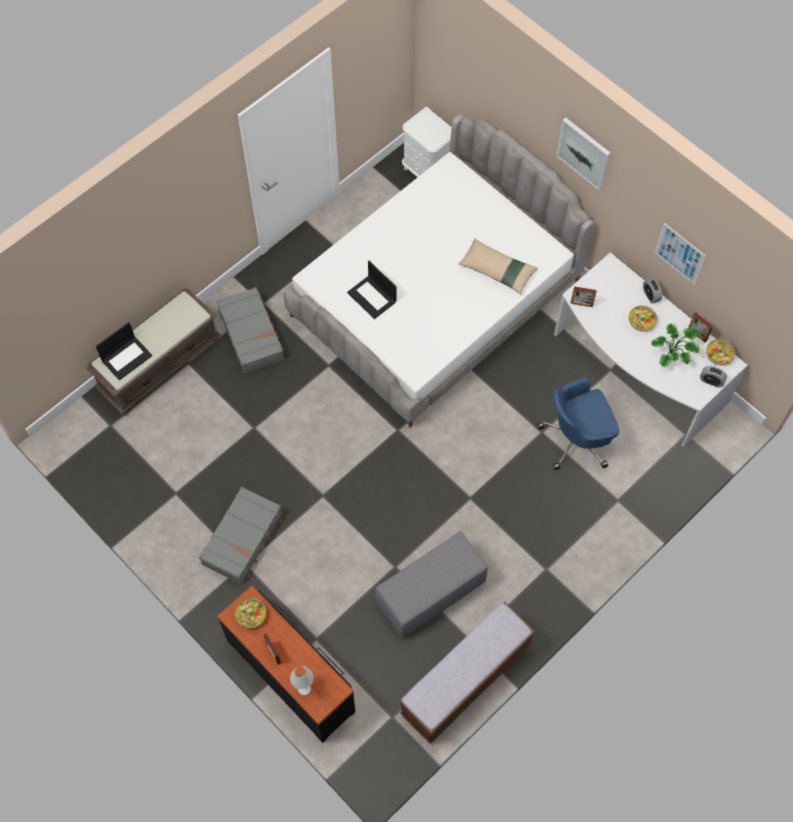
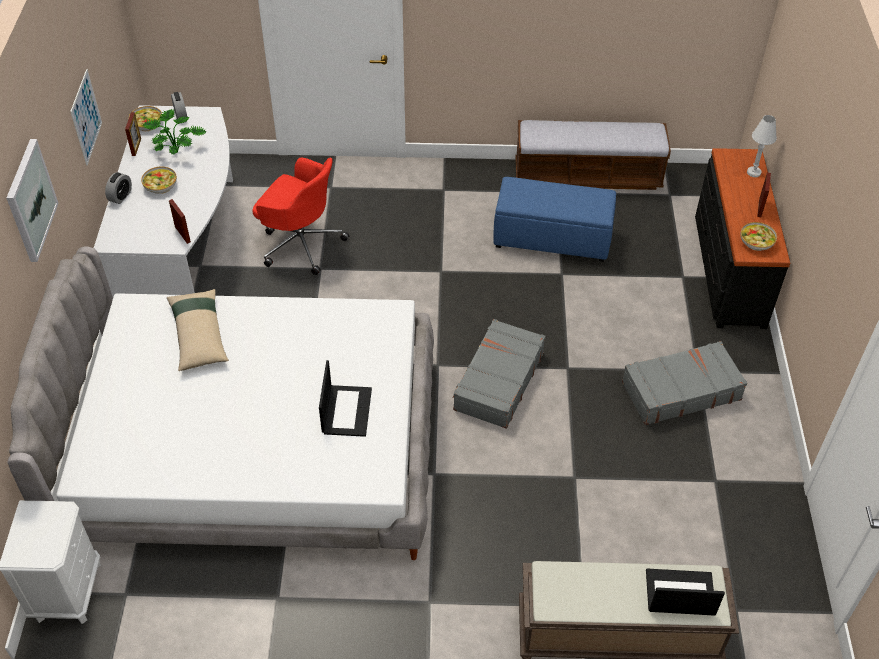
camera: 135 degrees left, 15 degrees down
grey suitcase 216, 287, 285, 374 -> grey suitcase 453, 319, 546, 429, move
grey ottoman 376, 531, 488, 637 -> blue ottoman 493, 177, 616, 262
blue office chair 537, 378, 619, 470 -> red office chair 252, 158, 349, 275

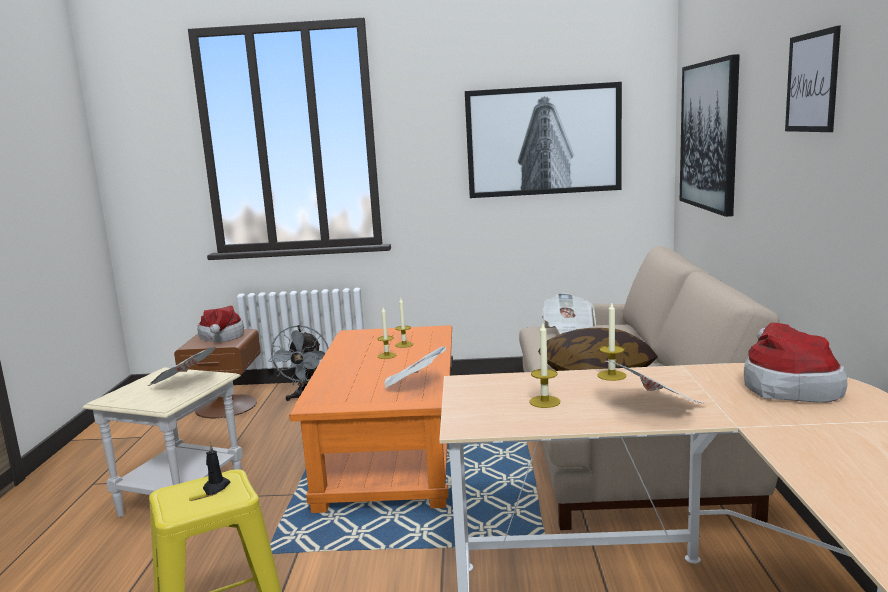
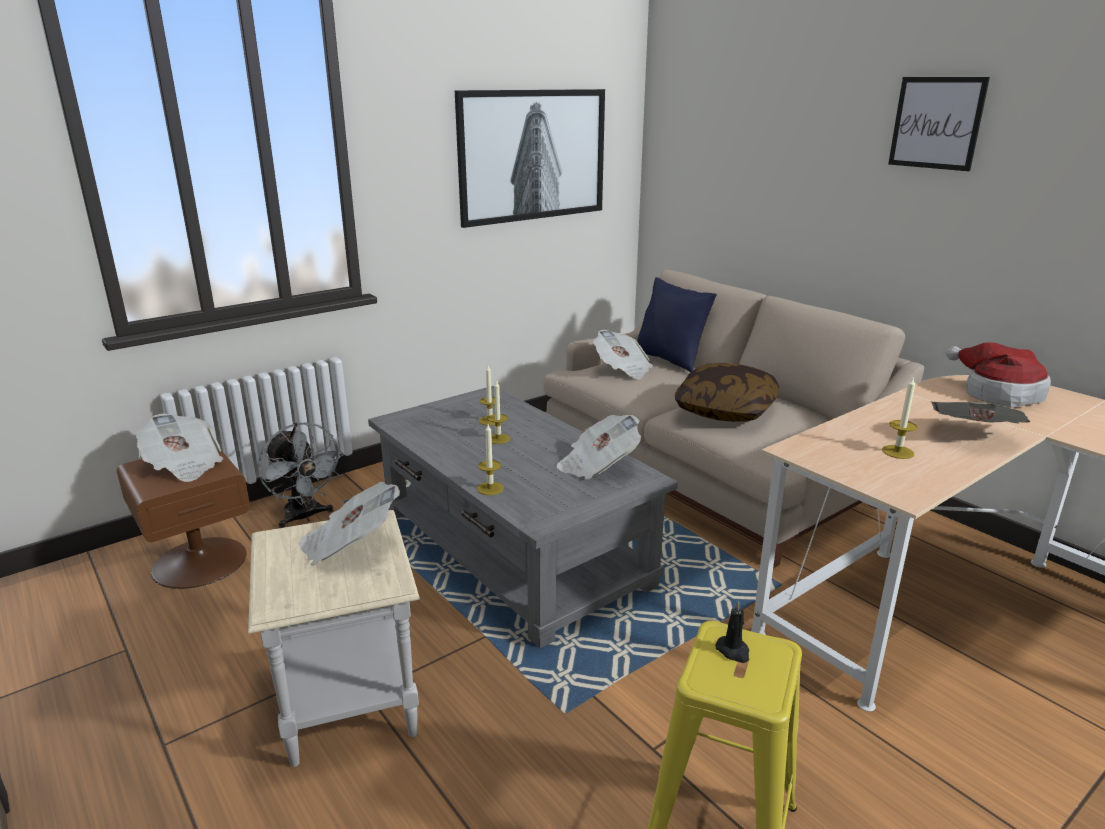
camera: 40 degrees left, 10 degrees up
hat 197, 306, 244, 342 -> newspaper 135, 413, 223, 482
orange coffee table 289, 325, 453, 513 -> grey coffee table 368, 386, 678, 648
candle 597, 303, 626, 381 -> candle 477, 424, 504, 495, move
picture 680, 54, 740, 217 -> none
none -> blue pillow 637, 277, 717, 372

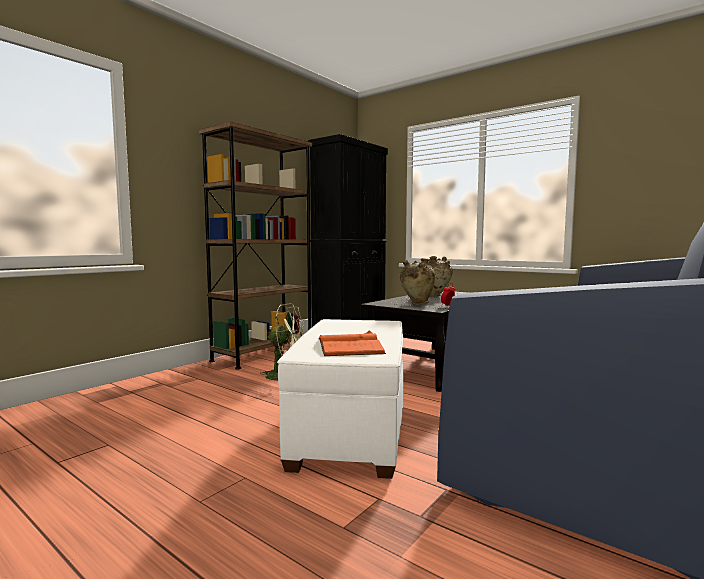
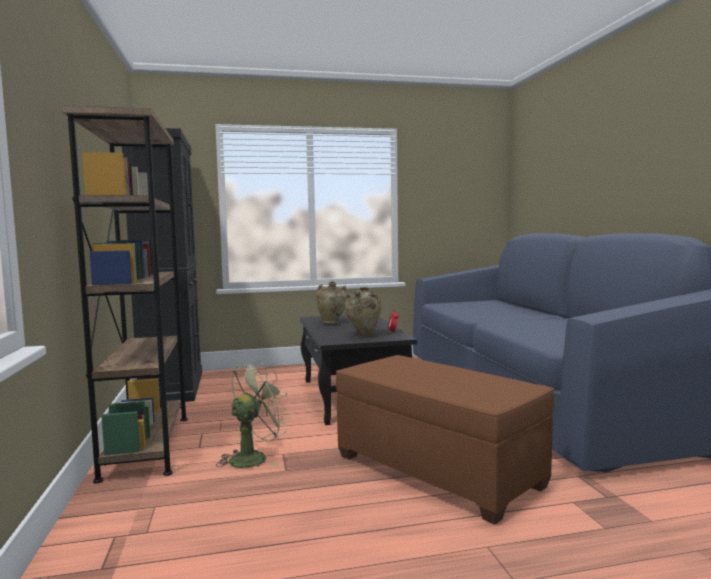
camera: 50 degrees left, 0 degrees up
white ottoman 277, 319, 403, 479 -> brown ottoman 336, 355, 554, 525
orange book 319, 330, 386, 356 -> none

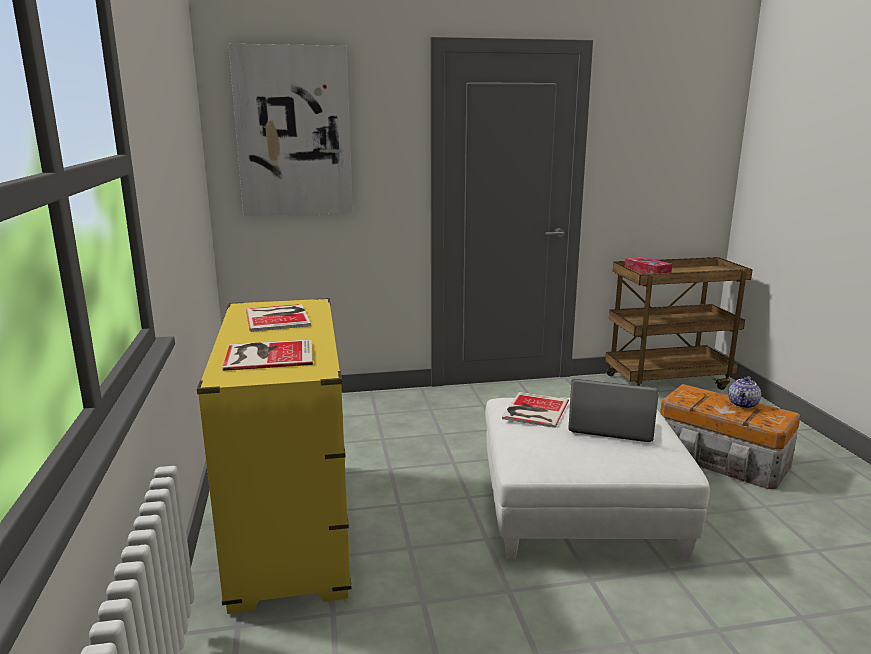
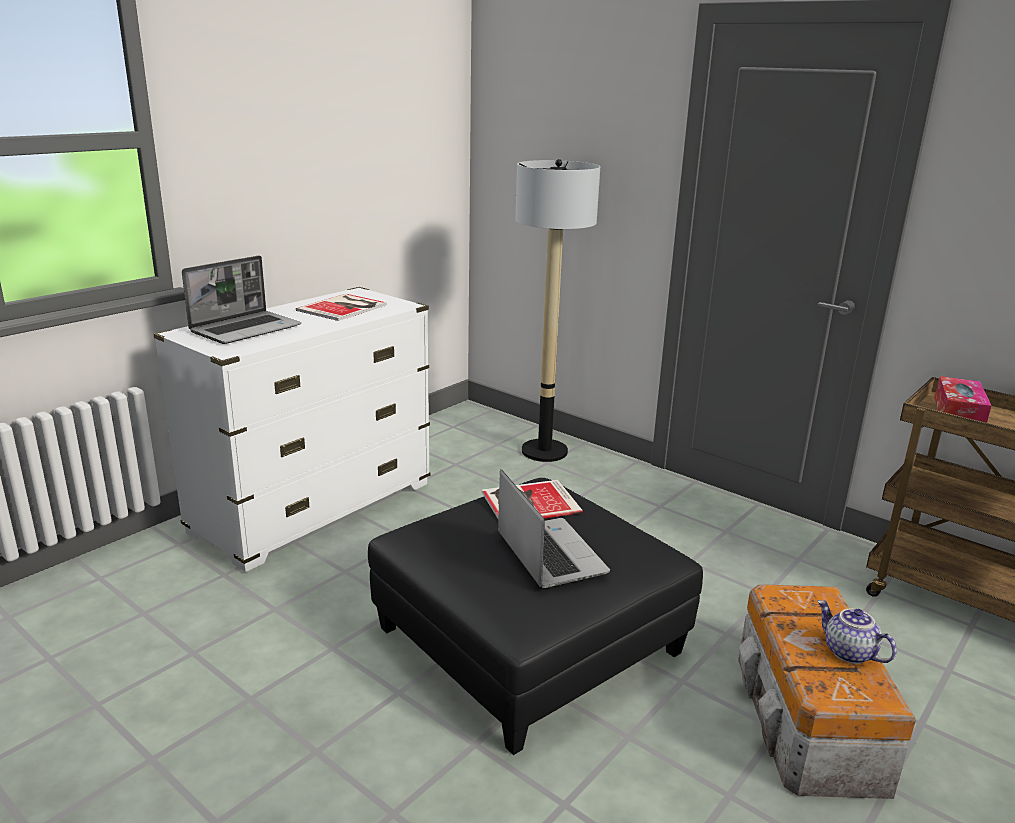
camera: 50 degrees right, 5 degrees up
yellow dresser 197, 298, 352, 614 -> white dresser 154, 287, 430, 572
book 223, 339, 313, 371 -> laptop 182, 256, 301, 344
picture 228, 44, 353, 216 -> none
white ottoman 485, 398, 710, 560 -> black ottoman 368, 478, 703, 755
teapot 728, 376, 761, 409 -> teapot 818, 600, 897, 664, 60 degrees clockwise
none -> floor lamp 515, 159, 600, 462

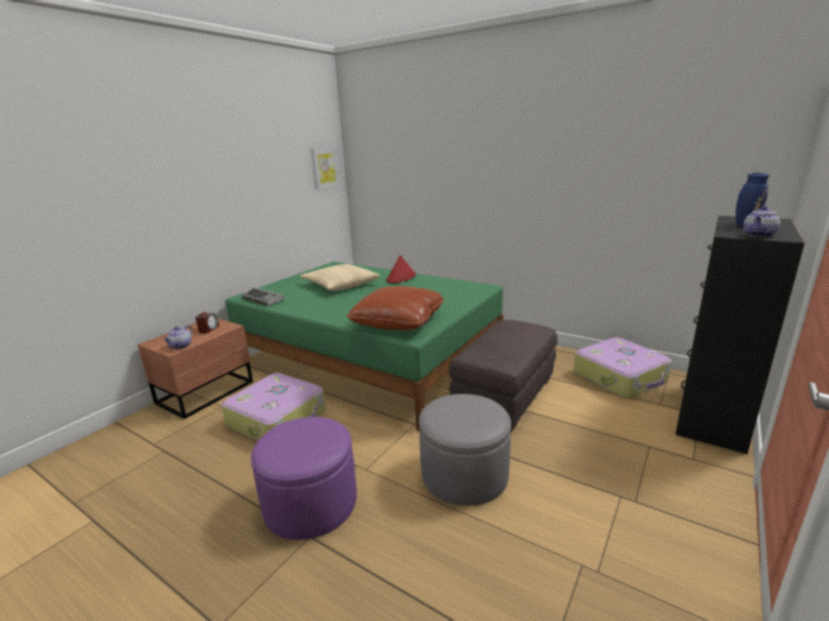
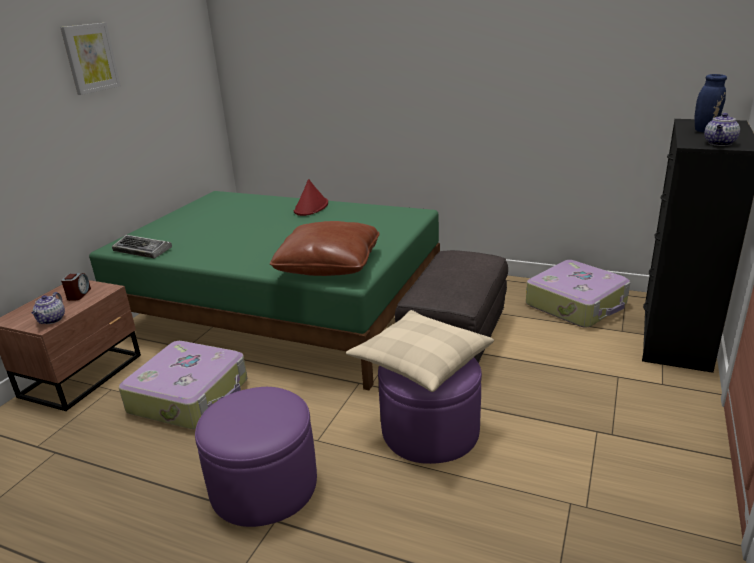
camera: 10 degrees left, 5 degrees up
beige pillow 300, 264, 380, 291 -> beige pillow 346, 310, 494, 392, move
picture 311, 147, 340, 190 -> picture 60, 23, 121, 95, move
grey ottoman 419, 394, 511, 505 -> purple ottoman 378, 358, 482, 464

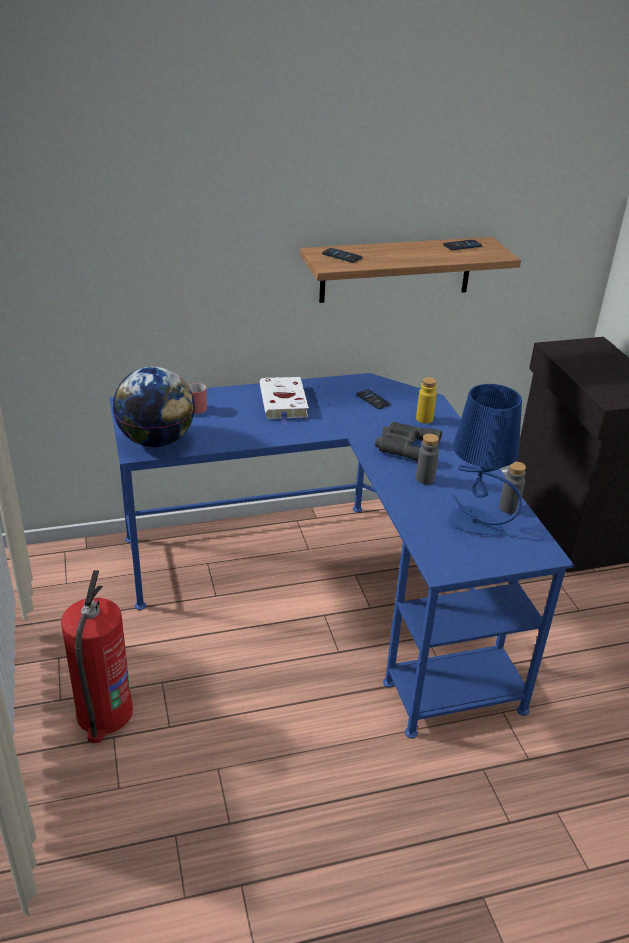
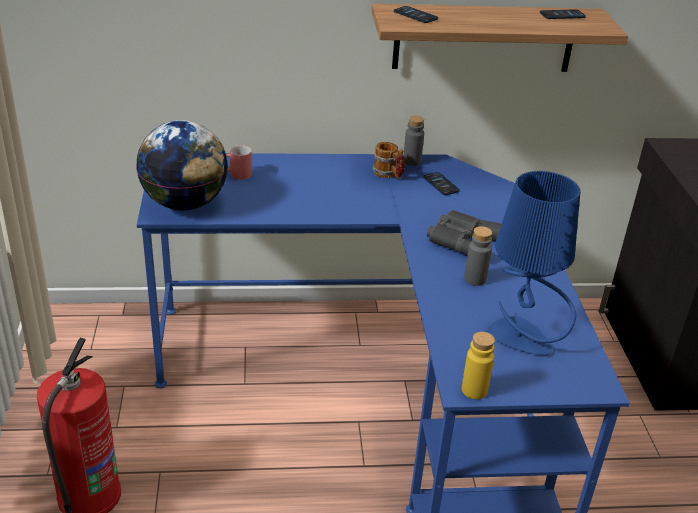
camera: 10 degrees right, 0 degrees up
white book 260, 377, 309, 426 -> none
yellow bottle 416, 377, 437, 423 -> yellow bottle 462, 332, 495, 399, move
grey bottle 499, 461, 526, 514 -> grey bottle 403, 116, 424, 166, move
none -> mug 373, 142, 405, 179

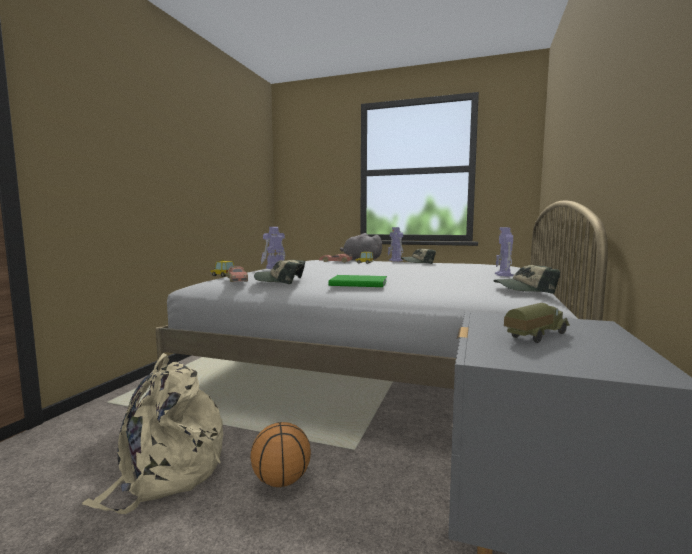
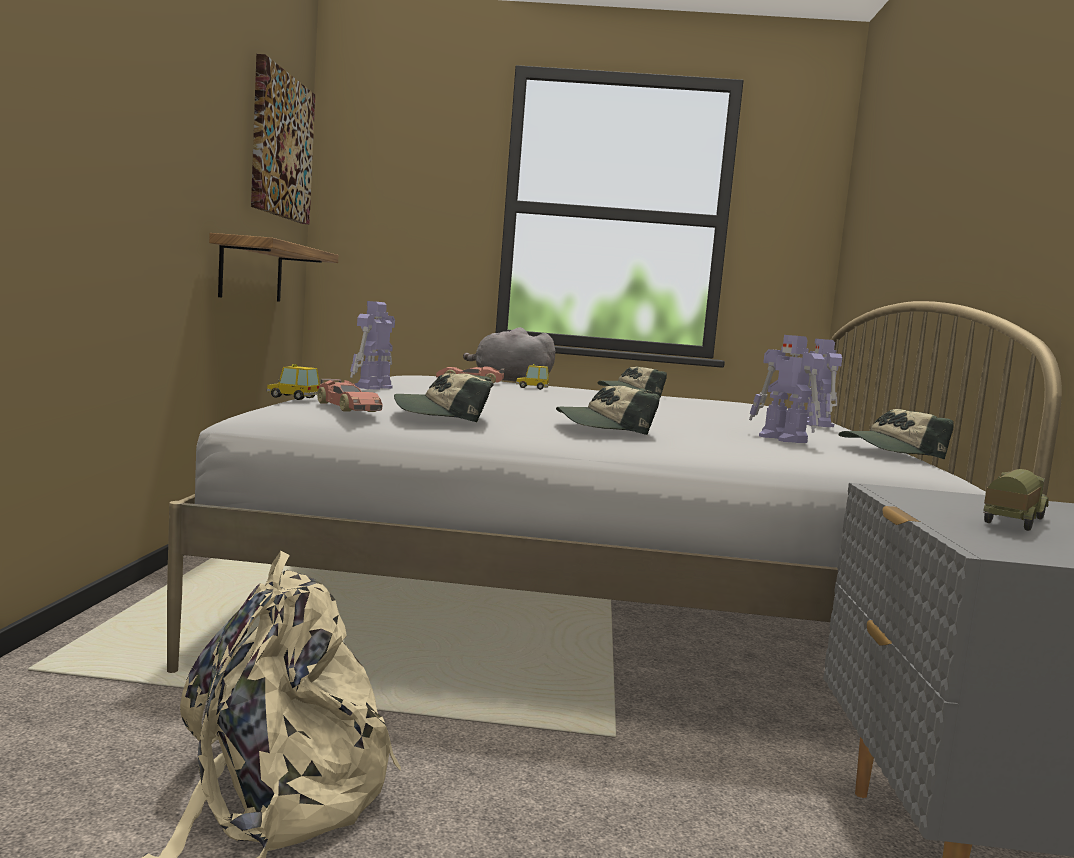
camera: 15 degrees left, 0 degrees up
basketball 250, 422, 311, 487 -> none
green book 329, 275, 387, 287 -> cap 556, 386, 660, 435
toy robot 388, 227, 403, 262 -> toy robot 749, 335, 825, 443, move
none -> shelf 209, 233, 338, 302
none -> picture 251, 54, 315, 224

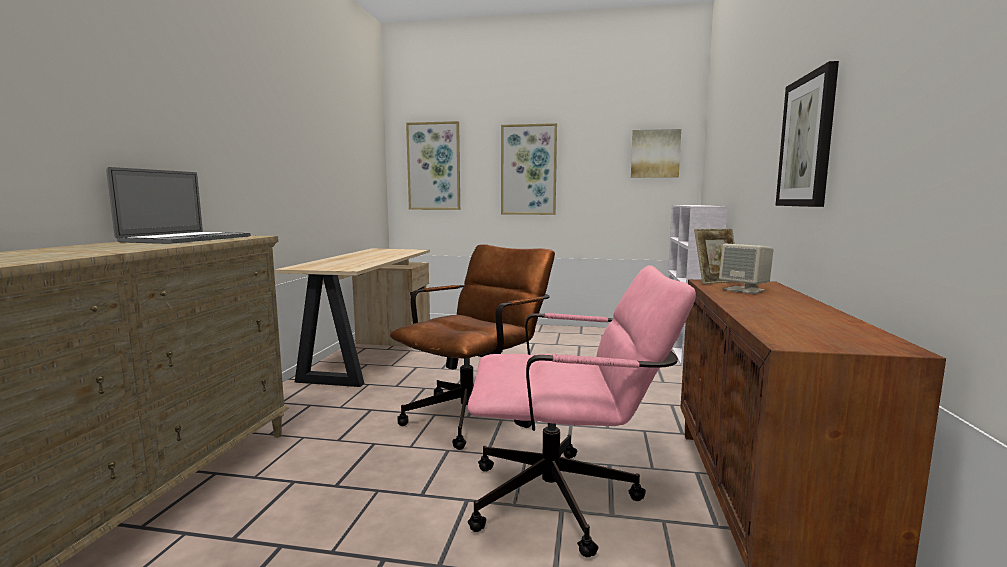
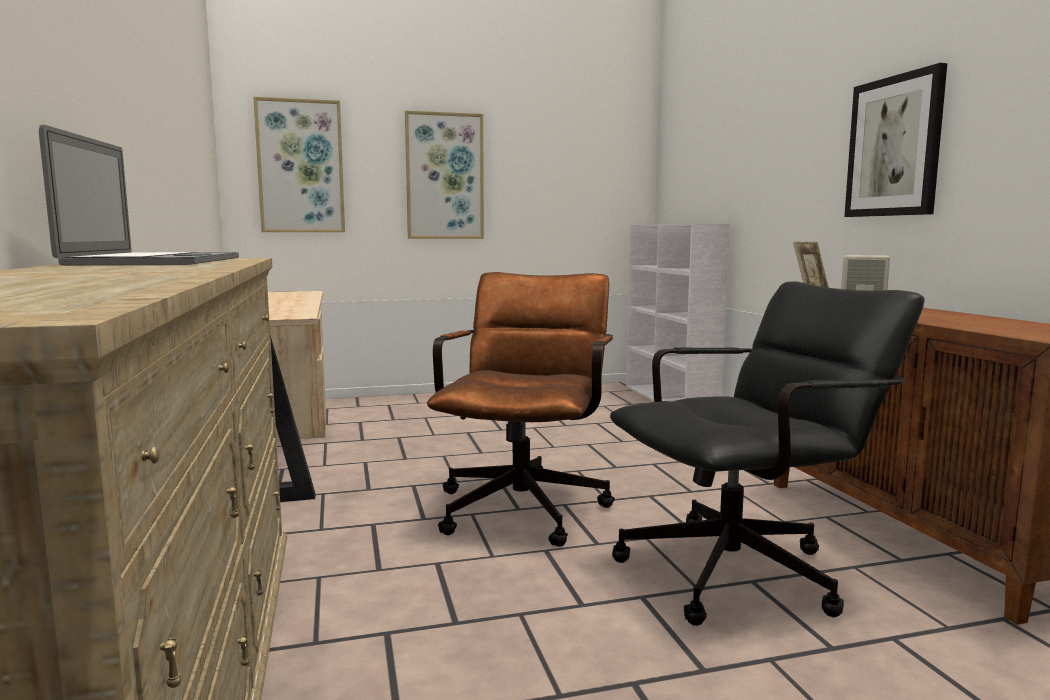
camera: 25 degrees left, 0 degrees up
pink office chair 468, 265, 696, 557 -> black office chair 610, 281, 925, 626
picture 631, 129, 681, 178 -> none

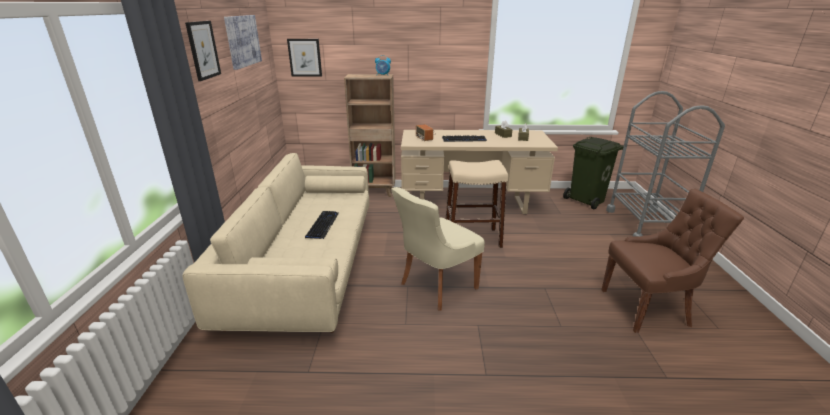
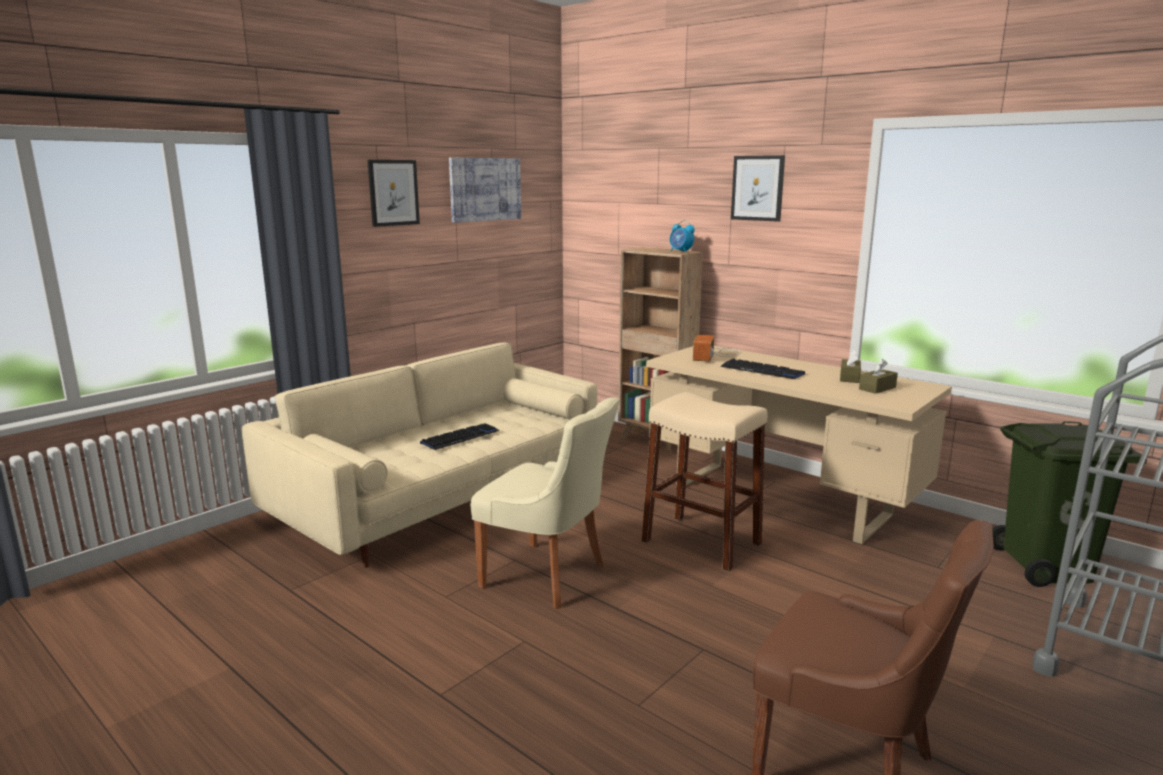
camera: 40 degrees right, 10 degrees down
picture 287, 39, 322, 77 -> picture 731, 155, 785, 222, move
beige chair 391, 187, 485, 310 -> beige chair 471, 397, 620, 609, 150 degrees counterclockwise

